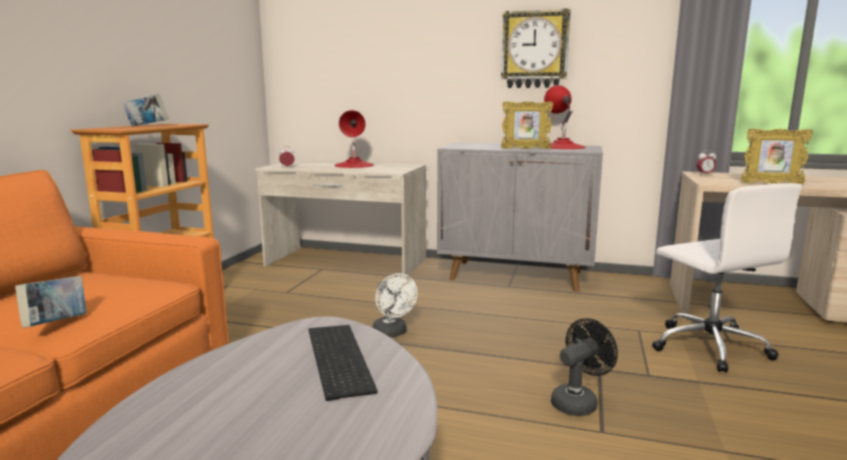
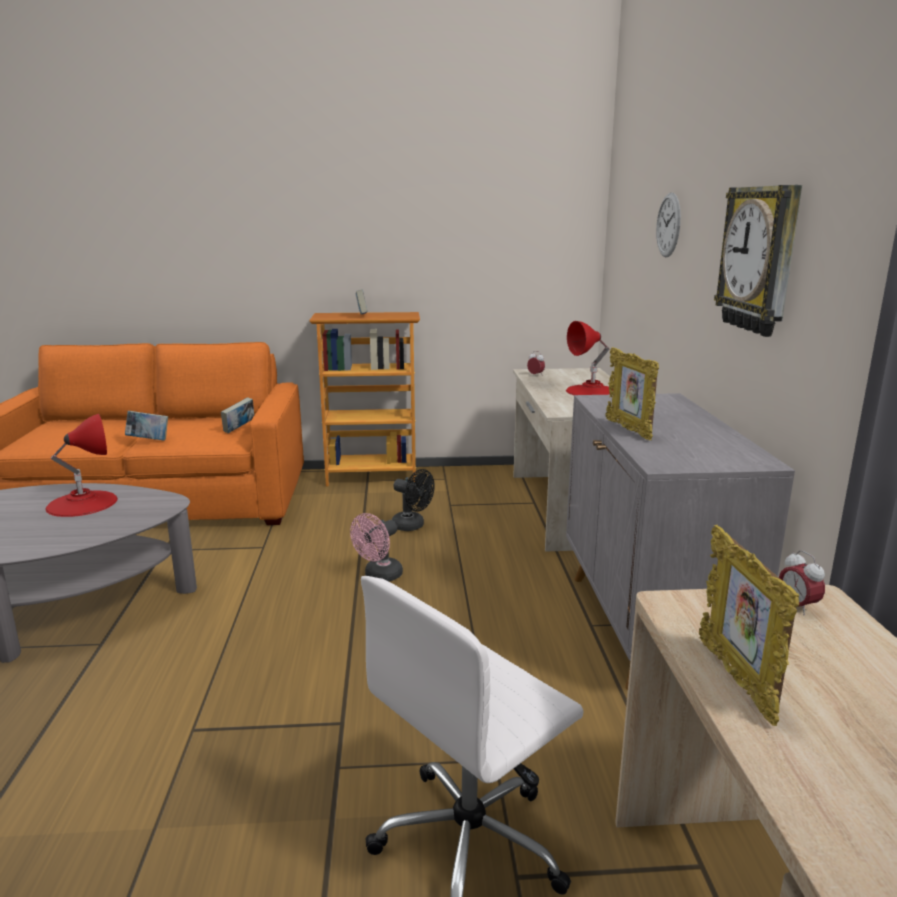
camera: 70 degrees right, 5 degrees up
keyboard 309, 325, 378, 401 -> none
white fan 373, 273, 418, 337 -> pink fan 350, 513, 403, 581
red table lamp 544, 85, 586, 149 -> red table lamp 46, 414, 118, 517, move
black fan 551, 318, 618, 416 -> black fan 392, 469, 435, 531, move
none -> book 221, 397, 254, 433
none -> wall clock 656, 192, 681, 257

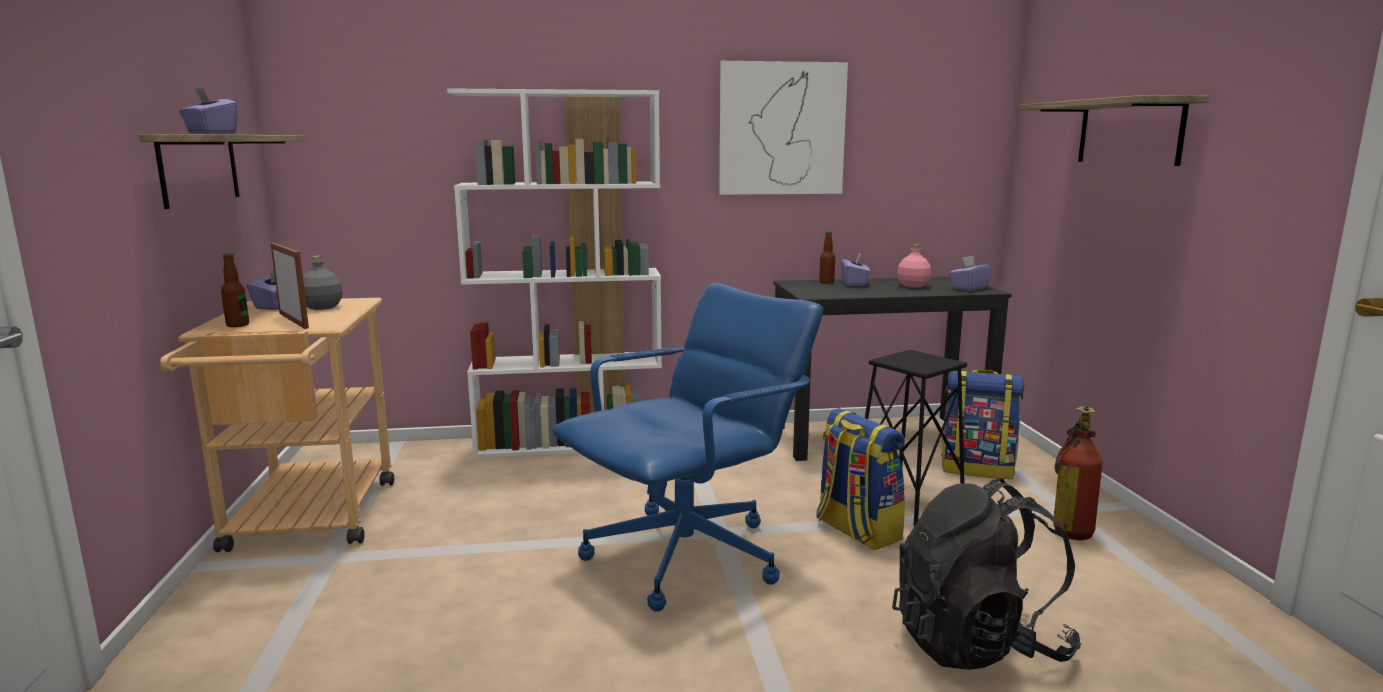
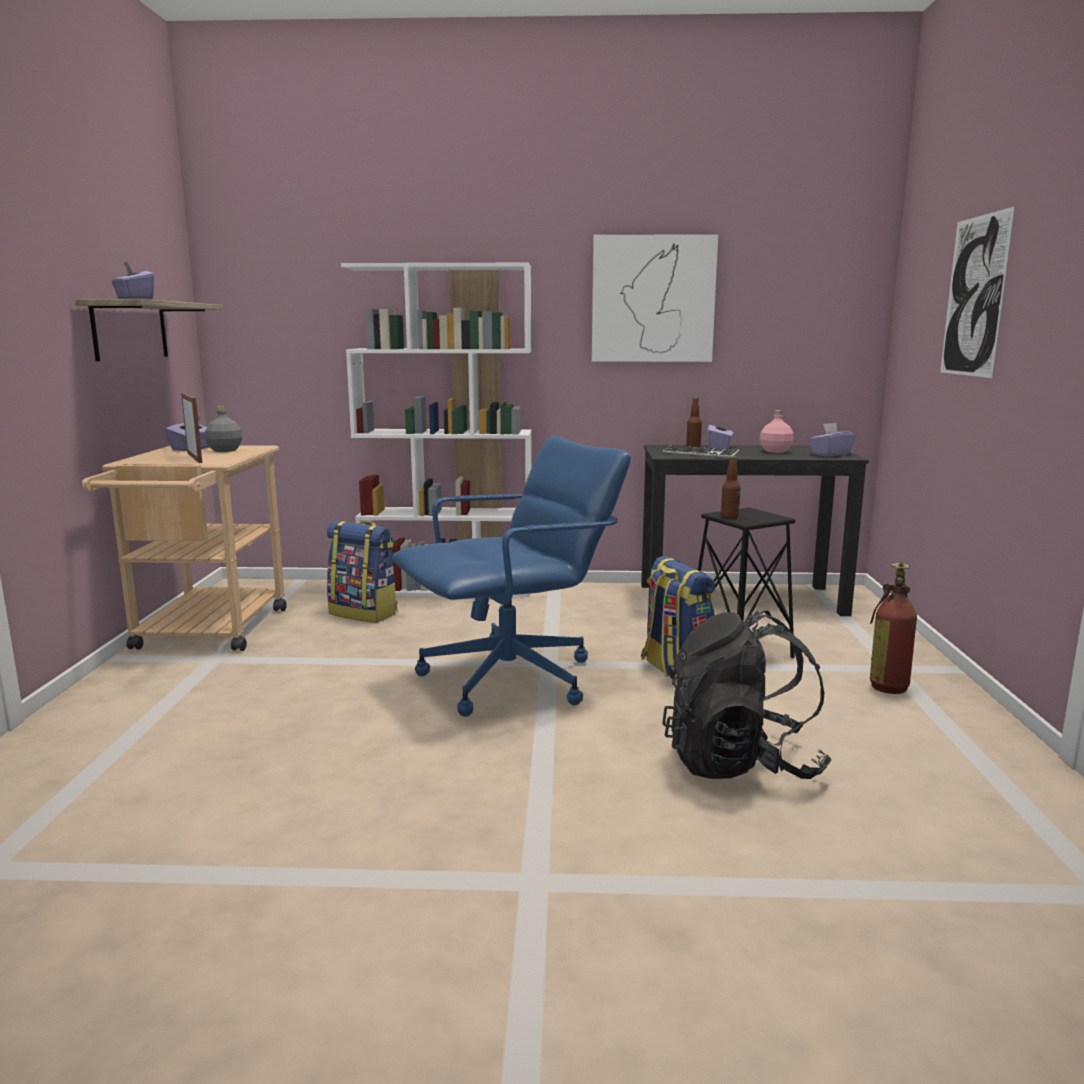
camera: 10 degrees right, 0 degrees up
bottle 221, 254, 249, 327 -> bottle 721, 456, 741, 519, move
backpack 941, 369, 1025, 479 -> backpack 327, 521, 397, 623, move
shelf 1018, 95, 1209, 166 -> picture 940, 206, 1015, 378
none -> keyboard 663, 445, 739, 457

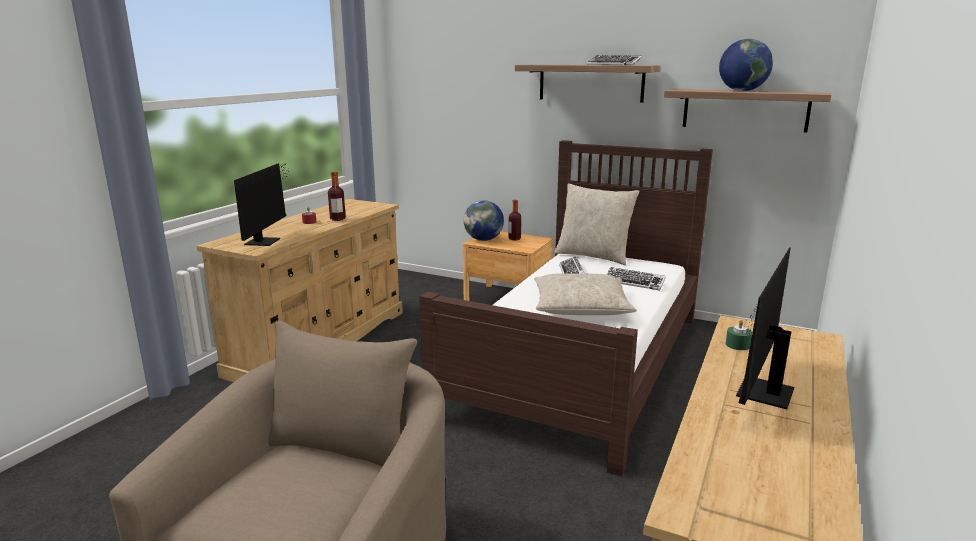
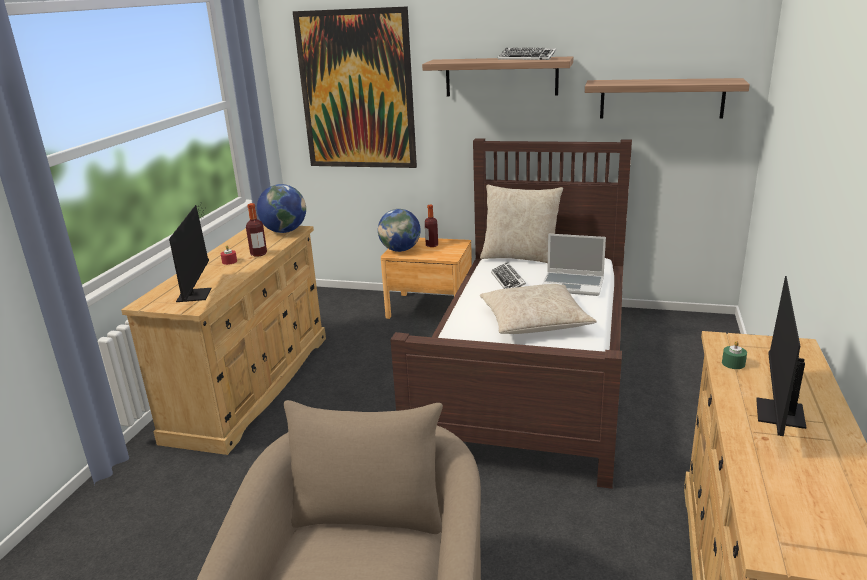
camera: 10 degrees left, 5 degrees up
keyboard 607, 267, 666, 291 -> laptop 542, 234, 606, 296
globe 719, 39, 773, 91 -> globe 257, 184, 306, 233, move
none -> picture 293, 6, 417, 168

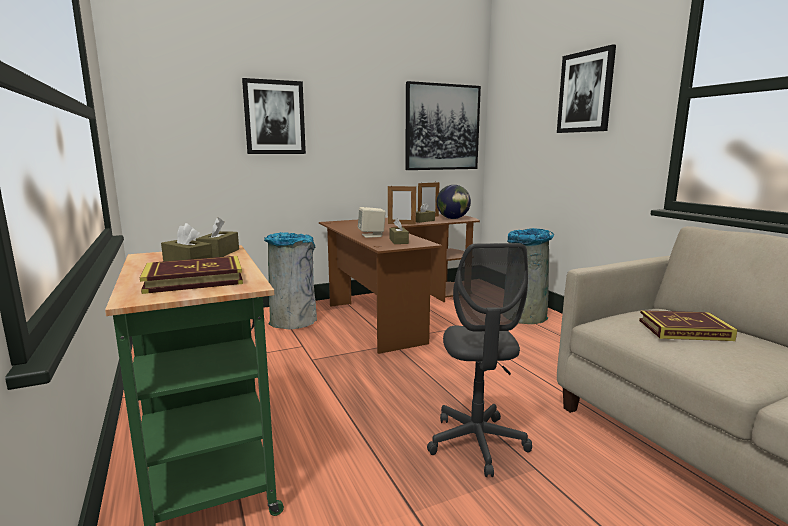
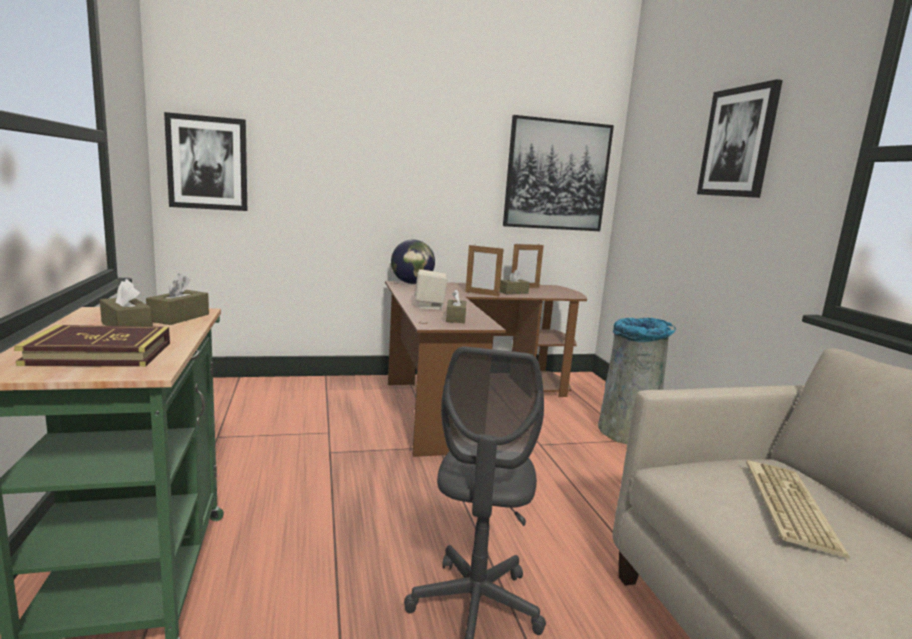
camera: 10 degrees right, 0 degrees up
picture 242, 78, 306, 154 -> picture 164, 112, 247, 211, move
grey trash can 264, 232, 317, 329 -> none
globe 437, 185, 471, 219 -> globe 391, 240, 435, 284, move
book 639, 310, 738, 341 -> keyboard 746, 460, 850, 559

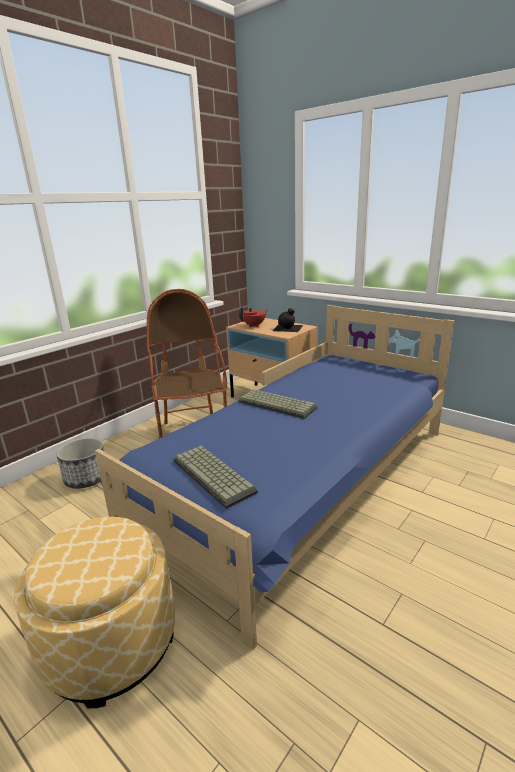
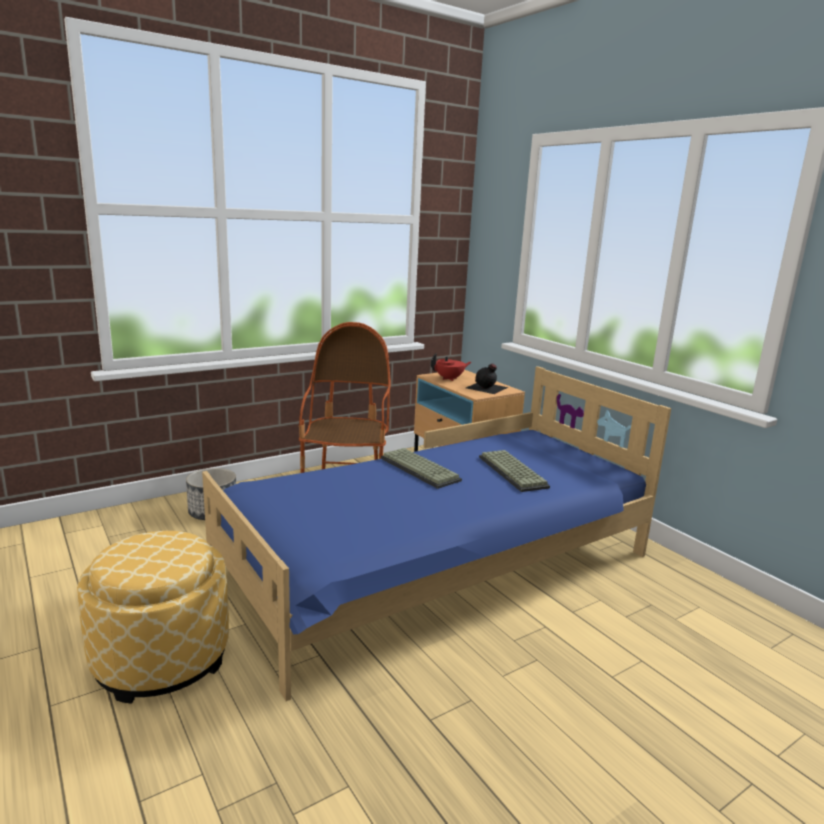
camera: 15 degrees right, 5 degrees down
keyboard 173, 446, 258, 509 -> keyboard 479, 450, 550, 492, move

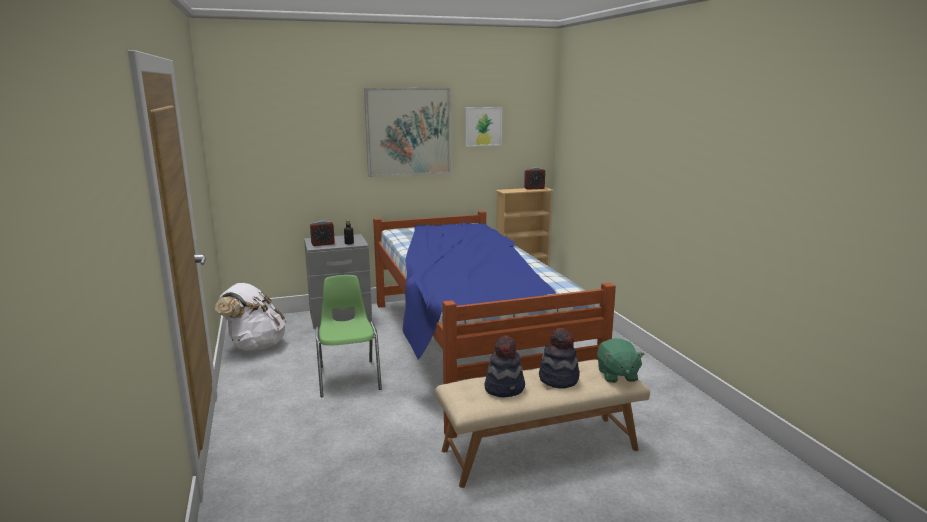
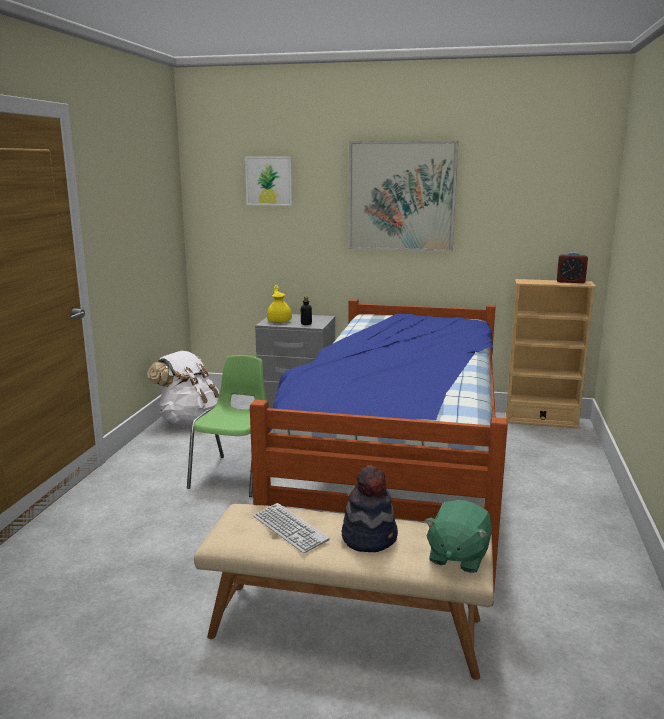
camera: 30 degrees right, 0 degrees up
alarm clock 310, 220, 335, 246 -> yellow teapot 267, 285, 292, 323
picture 466, 107, 502, 147 -> picture 245, 156, 292, 206, move
hat 485, 336, 525, 398 -> keyboard 253, 503, 329, 553

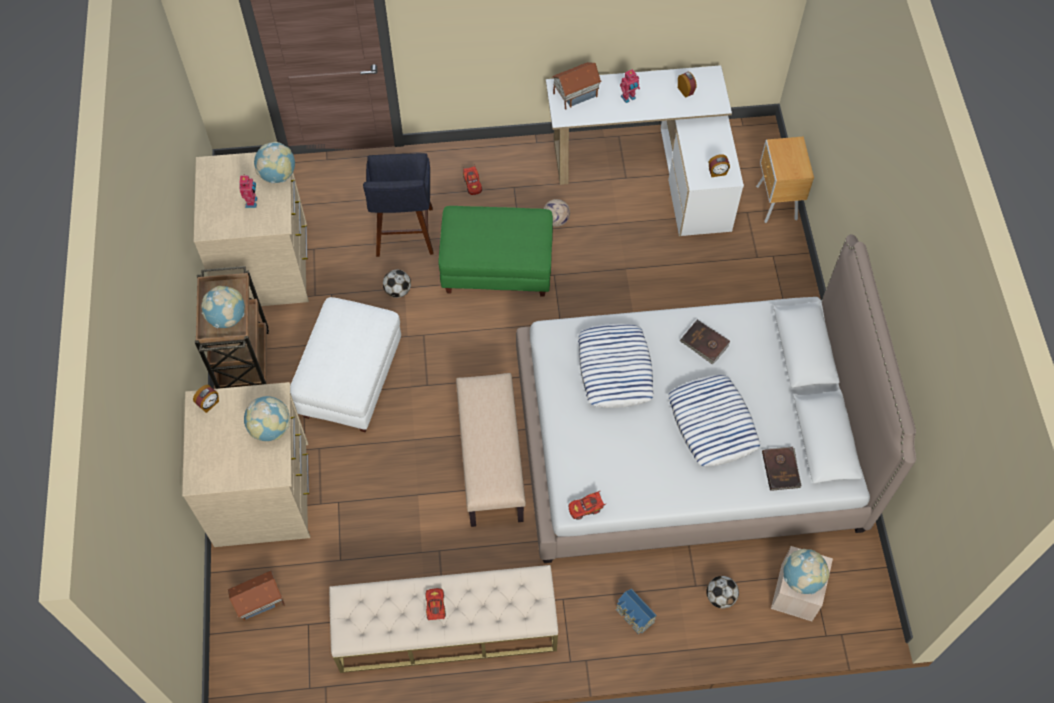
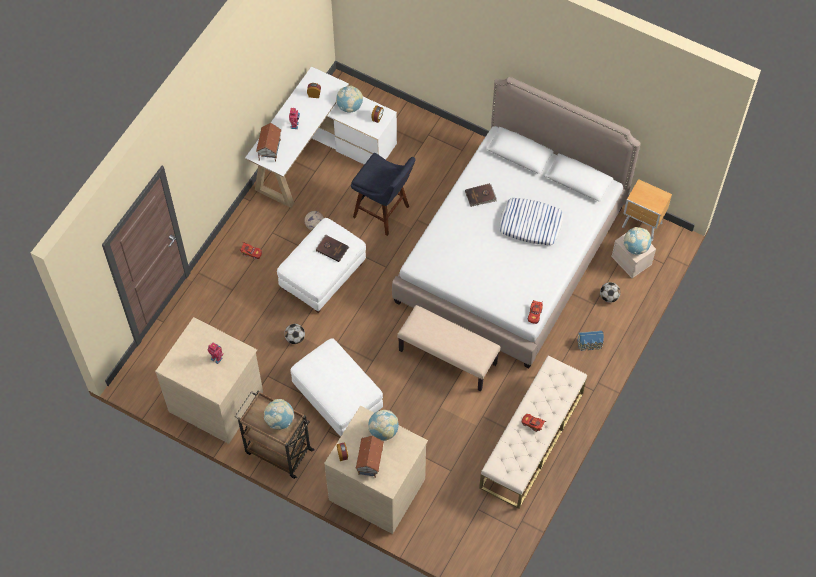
camera: 55 degrees left, 0 degrees up
toy house 227, 570, 285, 621 -> toy house 355, 435, 384, 478, move
globe 254, 142, 295, 183 -> globe 336, 86, 363, 113, move
blue stool 363, 153, 433, 257 -> blue stool 351, 153, 416, 236, move
green ottoman 438, 206, 553, 297 -> white ottoman 277, 218, 366, 314
pillow 578, 324, 654, 408 -> none
brown nightstand 756, 136, 814, 223 -> brown nightstand 622, 179, 672, 241, move
brown book 762, 446, 802, 491 -> brown book 316, 235, 349, 262, move

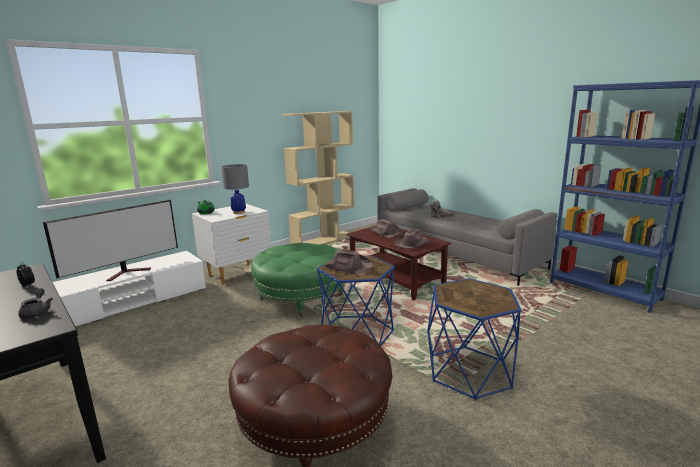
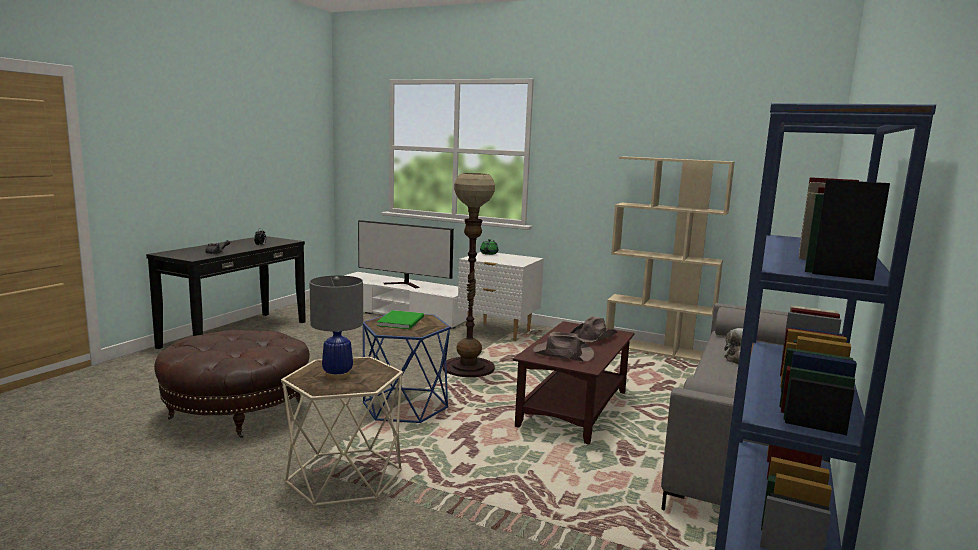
camera: 65 degrees right, 5 degrees down
grey table lamp 221, 164, 249, 214 -> grey table lamp 309, 275, 363, 379, move
green ottoman 251, 243, 345, 317 -> floor lamp 442, 173, 495, 377
brown hat 323, 249, 373, 275 -> green book 377, 310, 424, 329
blue side table 427, 278, 522, 400 -> beige side table 281, 357, 403, 508

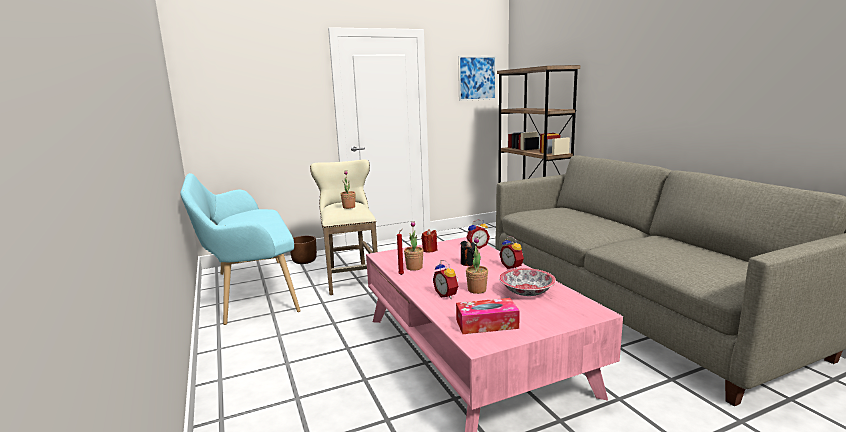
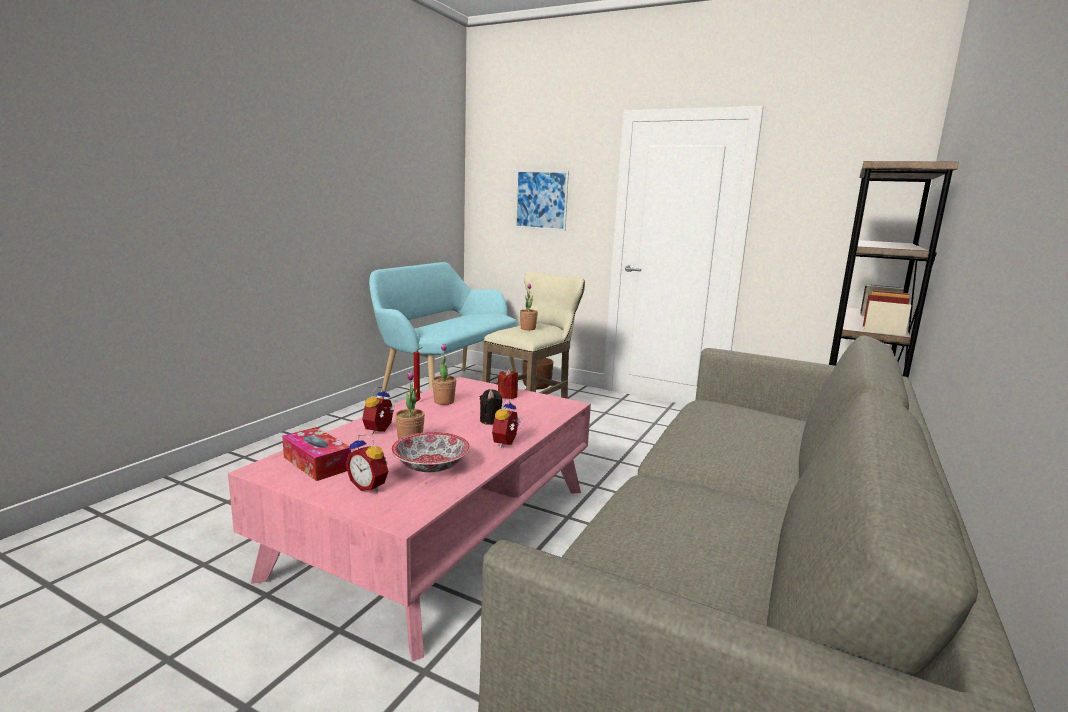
camera: 50 degrees right, 0 degrees up
picture 458, 56, 496, 101 -> picture 515, 170, 569, 231, move
alarm clock 466, 220, 490, 249 -> alarm clock 346, 434, 388, 492, move

